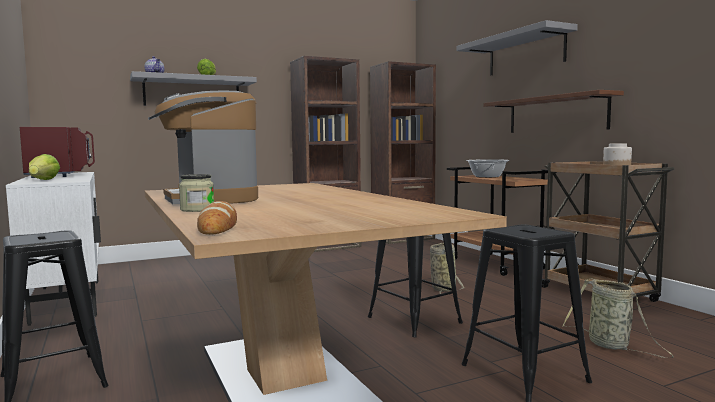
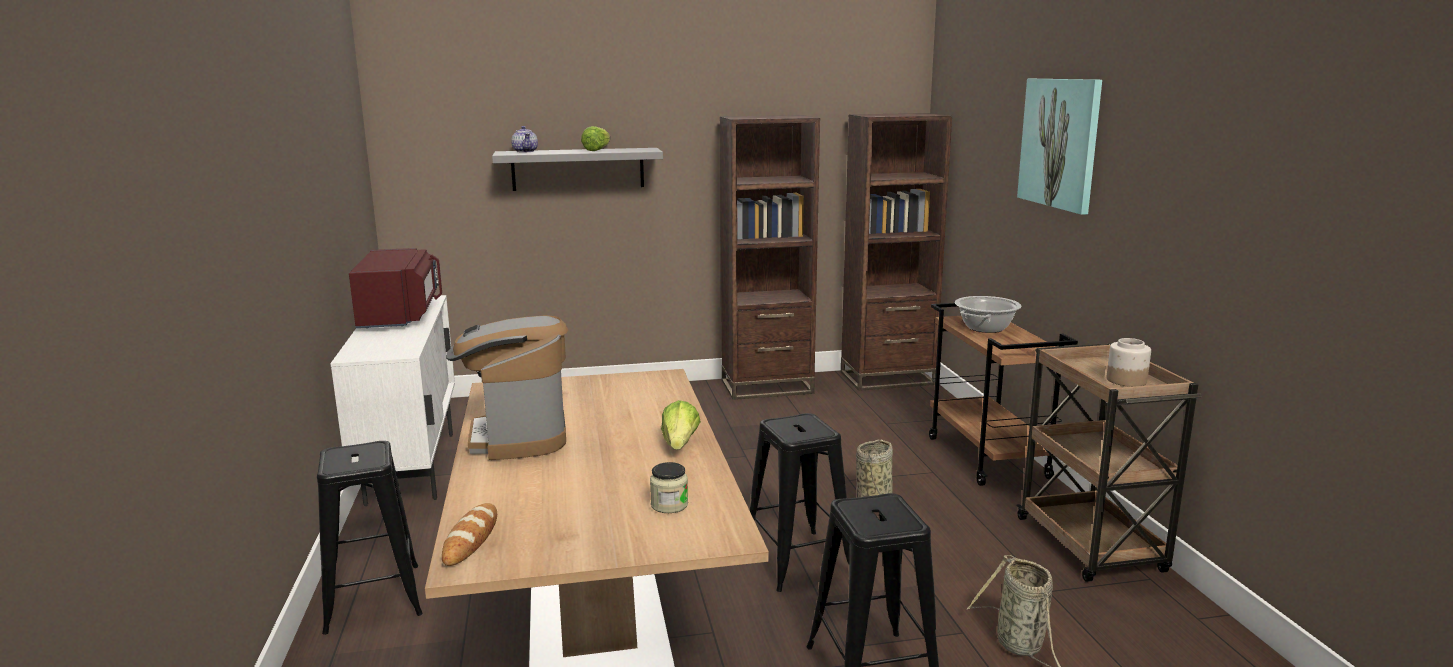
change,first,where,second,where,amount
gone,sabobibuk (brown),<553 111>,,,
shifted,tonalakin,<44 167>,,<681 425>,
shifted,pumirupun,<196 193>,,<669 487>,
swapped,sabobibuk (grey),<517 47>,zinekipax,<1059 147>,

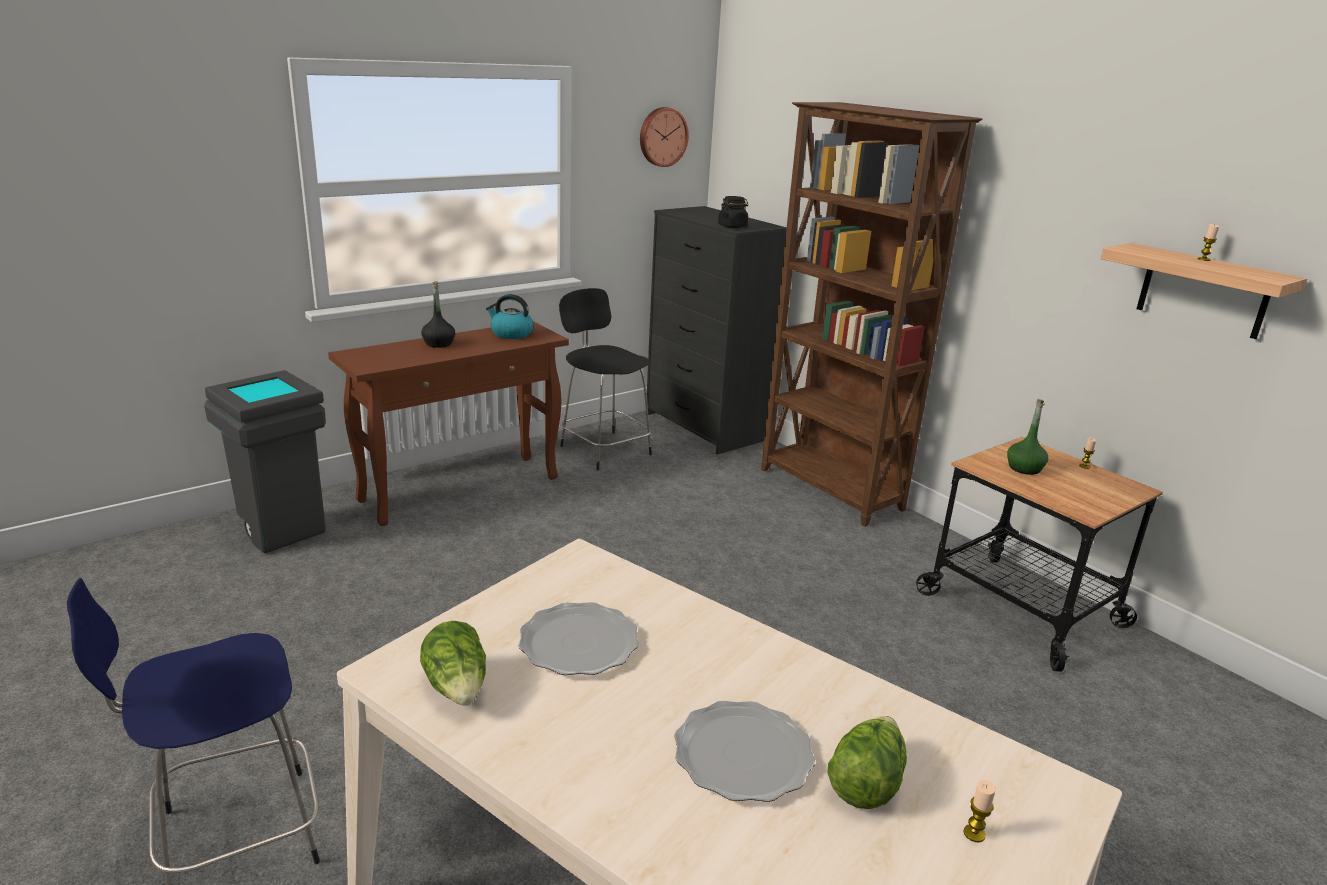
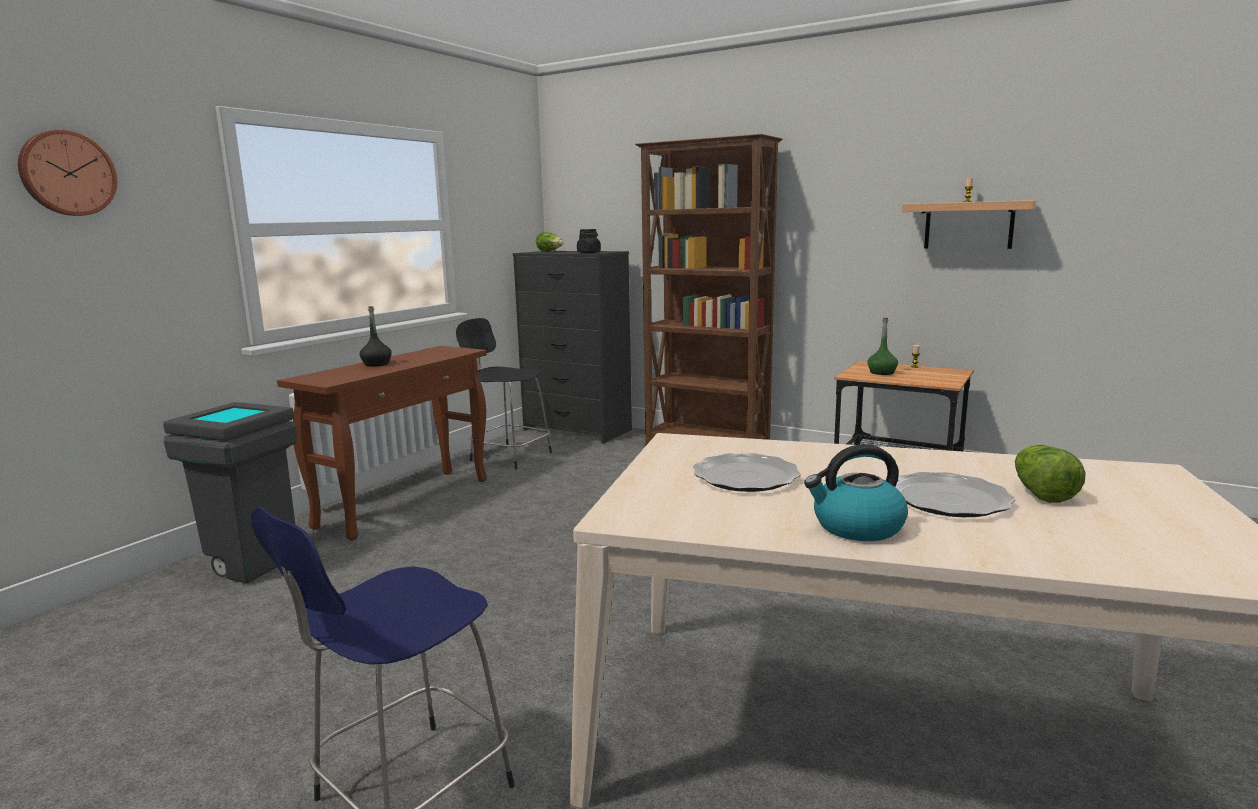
change,first,where,second,where,amount
gone,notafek,<979 811>,,,
shifted,tonalakin,<453 663>,,<549 242>,
shifted,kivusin,<510 316>,,<856 492>,
shifted,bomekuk,<664 137>,,<67 173>,

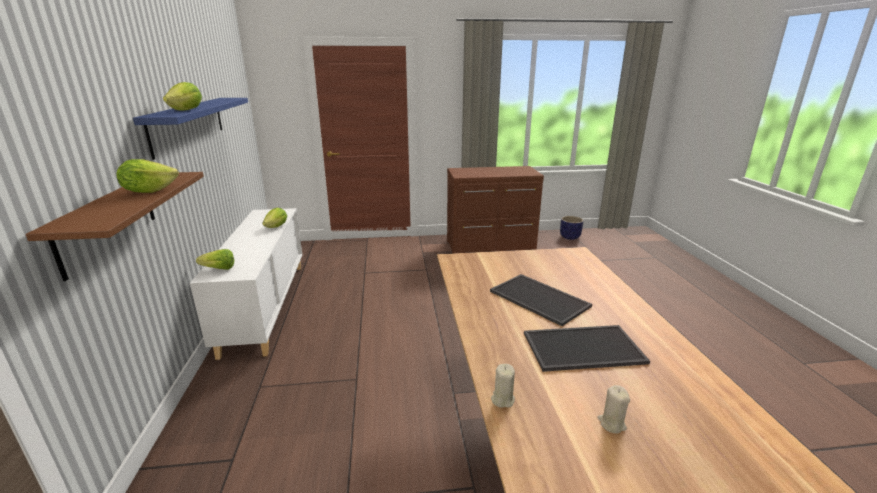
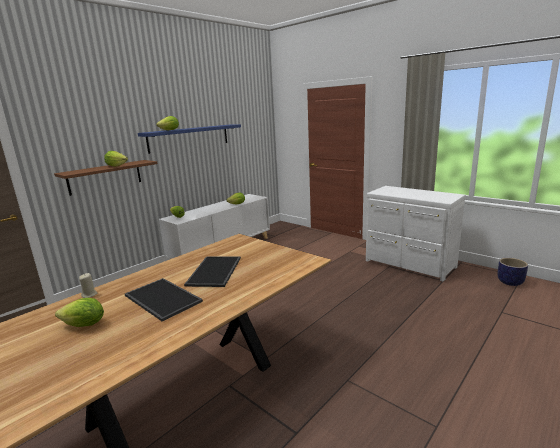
change,first,where,second,where,amount
swapped,notafek (beige),<613 409>,tonalakin,<79 312>,
repainted,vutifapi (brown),<495 209>,vutifapi (white),<416 234>,

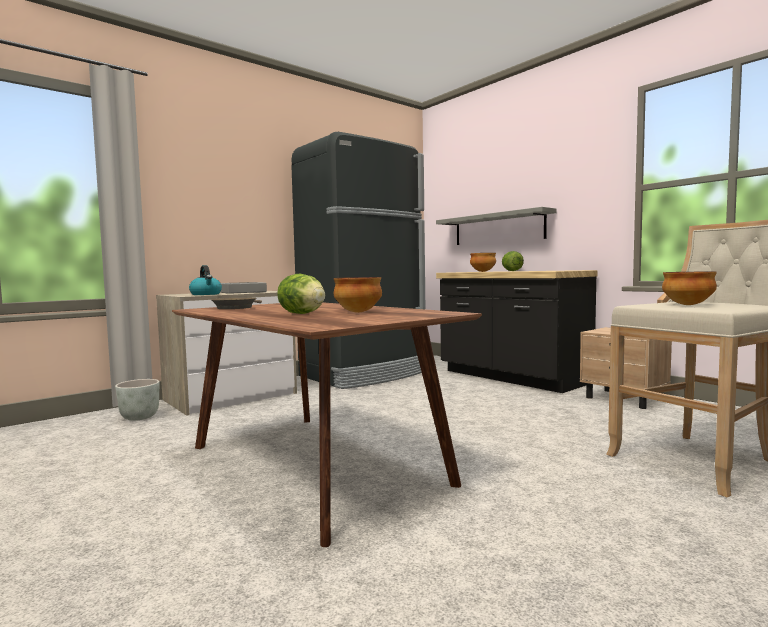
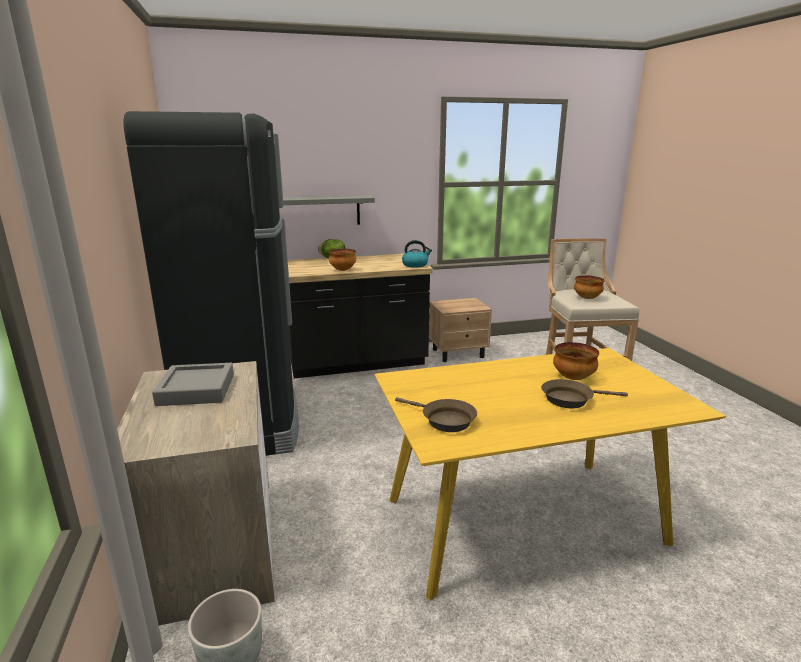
change,first,where,second,where,amount
shifted,kivusin,<205 280>,,<417 254>,
swapped,tonalakin,<301 294>,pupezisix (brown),<584 393>,
repainted,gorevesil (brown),<327 425>,gorevesil (yellow),<550 474>,

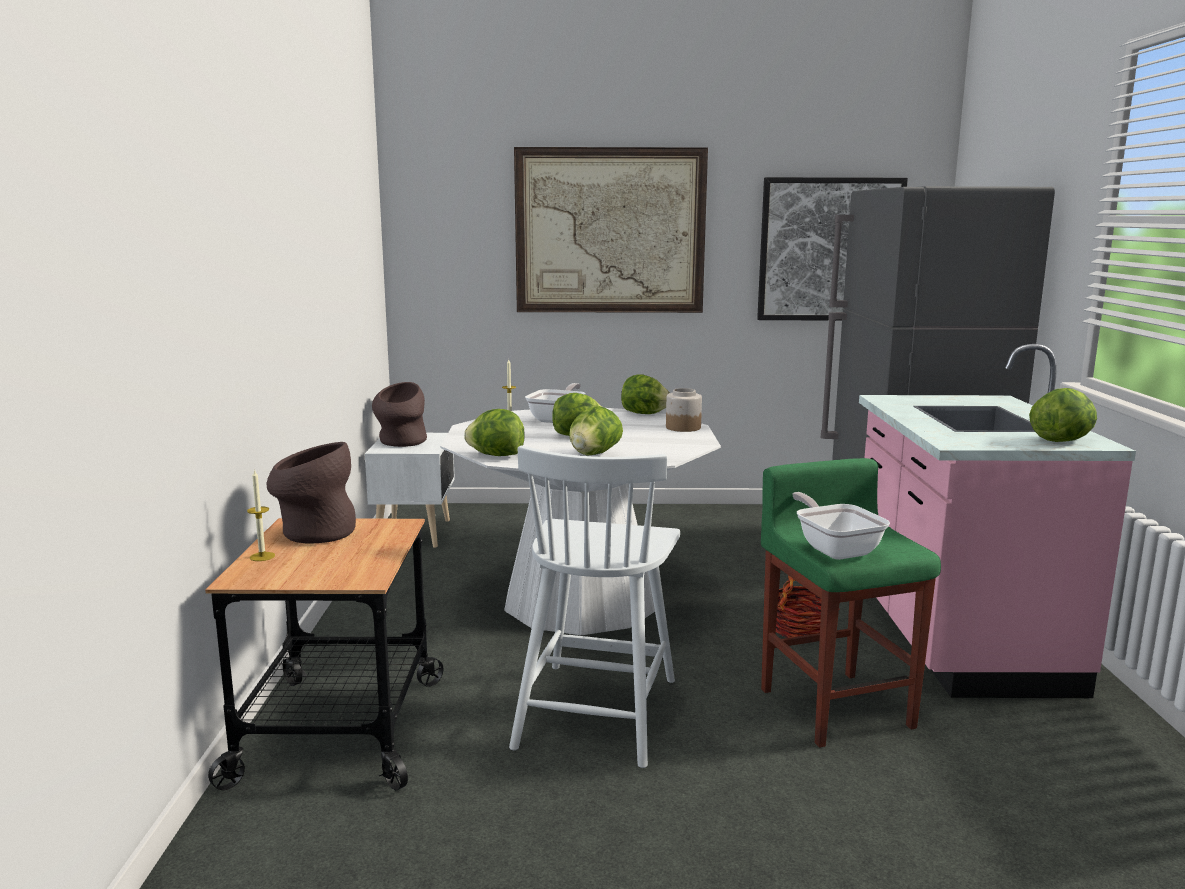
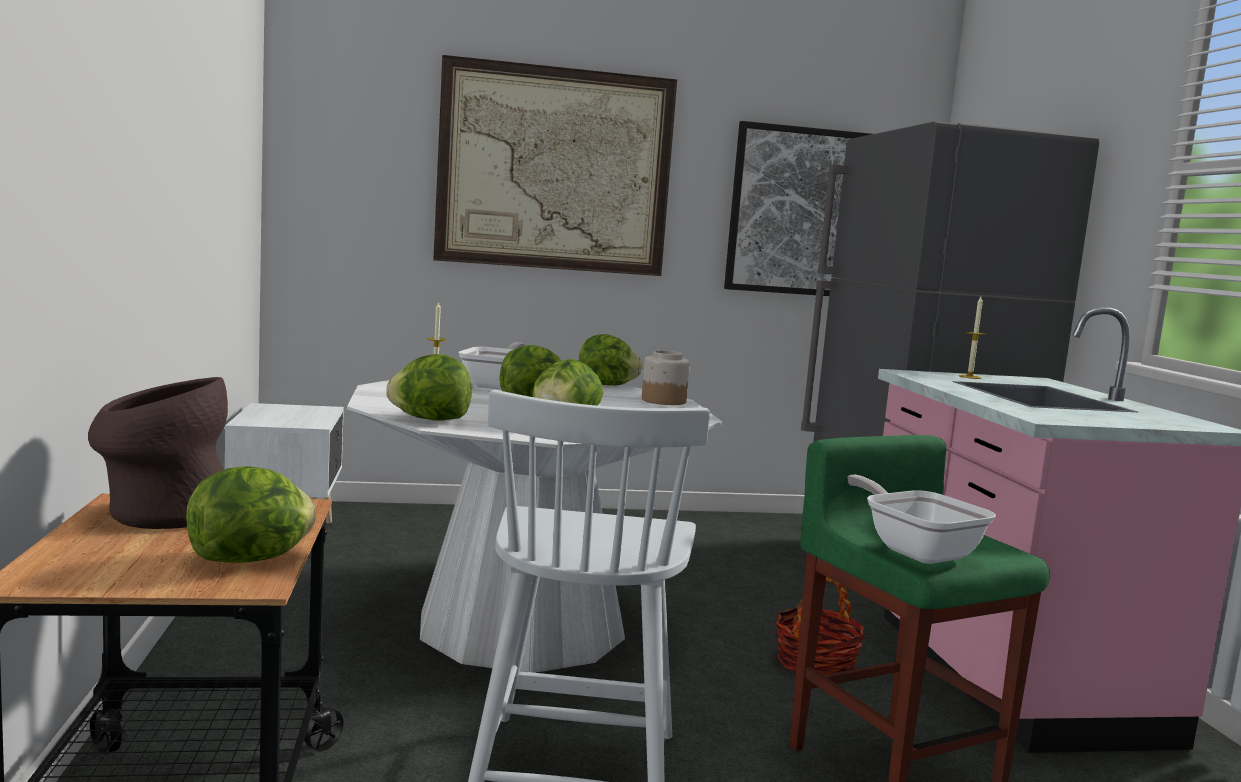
change,first,where,second,where,amount
gone,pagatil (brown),<399 414>,,,
shifted,notafek,<261 515>,,<972 337>,
shifted,tonalakin,<1063 415>,,<251 514>,

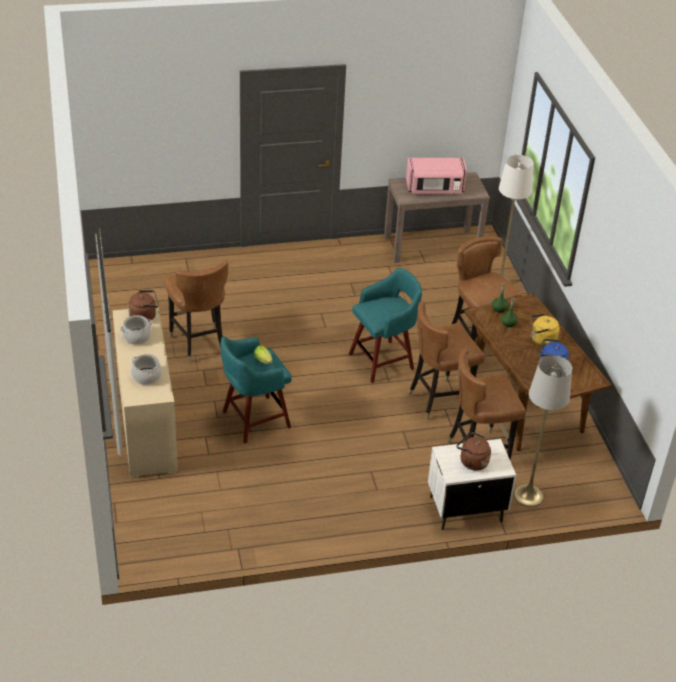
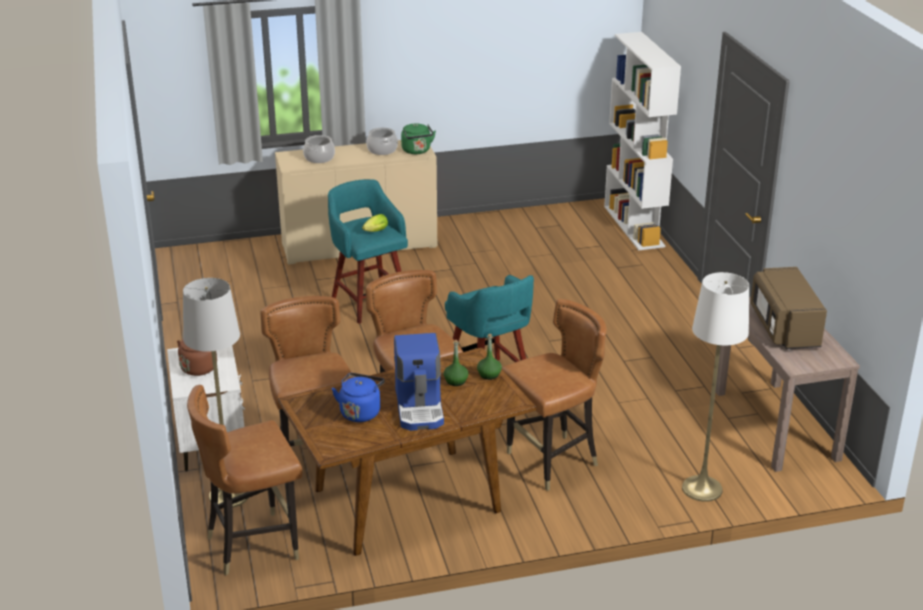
change,first,where,second,where,amount
new,,,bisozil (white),<642 141>,
shifted,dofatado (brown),<196 311>,,<245 480>,
swapped,kivusin (yellow),<545 329>,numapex,<419 382>,
repainted,kivusin (brown),<143 306>,kivusin (green),<418 139>,
repainted,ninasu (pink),<436 176>,ninasu (brown),<788 308>,

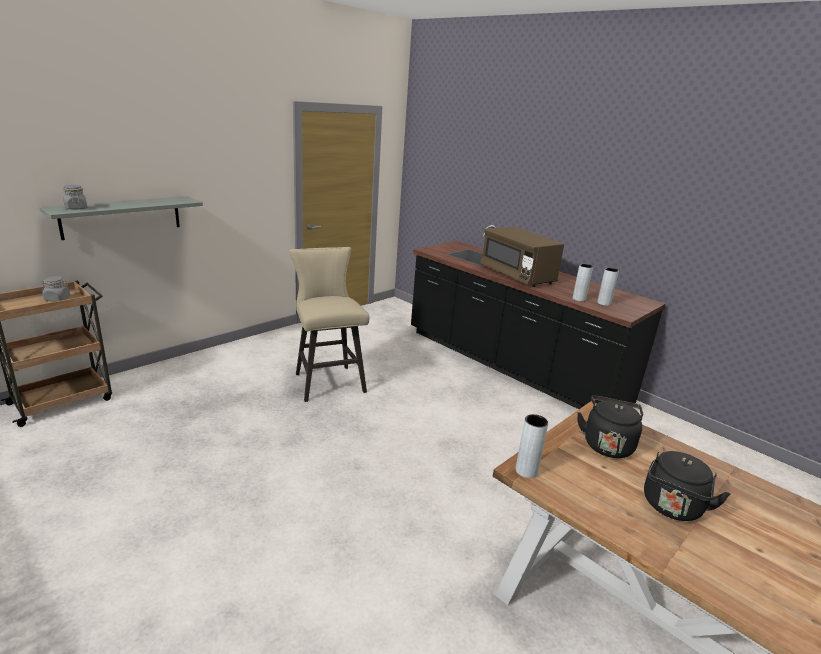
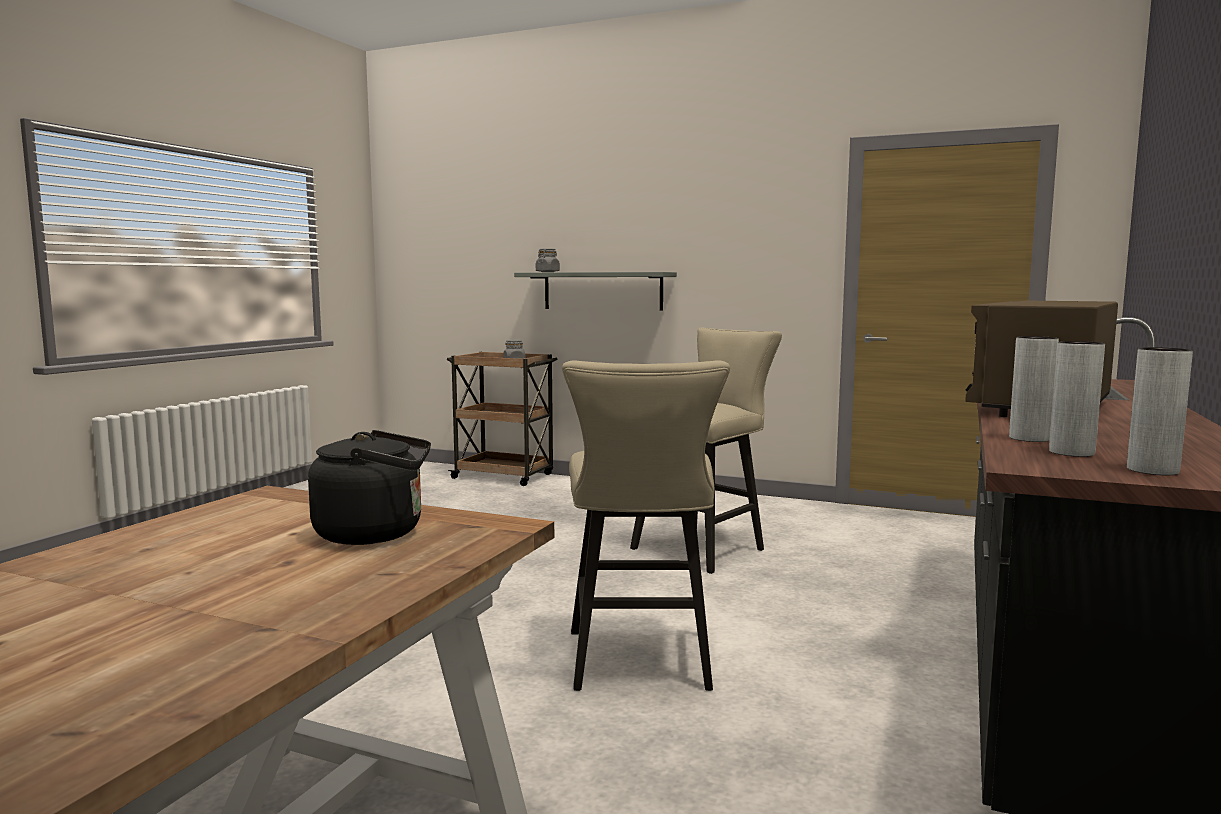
change,first,where,second,where,amount
gone,kivusin (black),<687 486>,,,
new,,,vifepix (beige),<646 525>,
shifted,pagatil (grey),<532 446>,,<1160 411>,

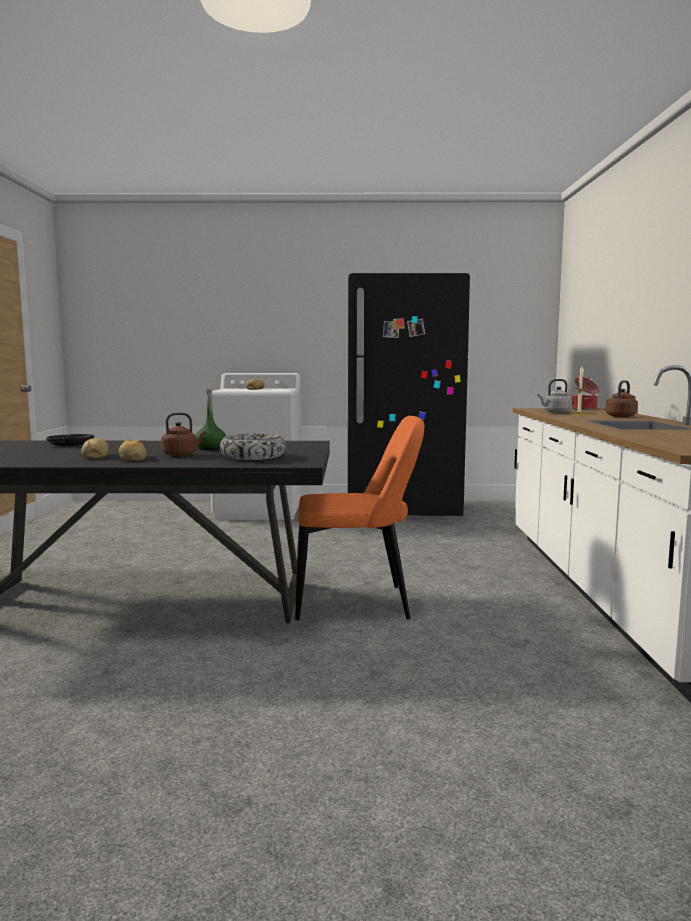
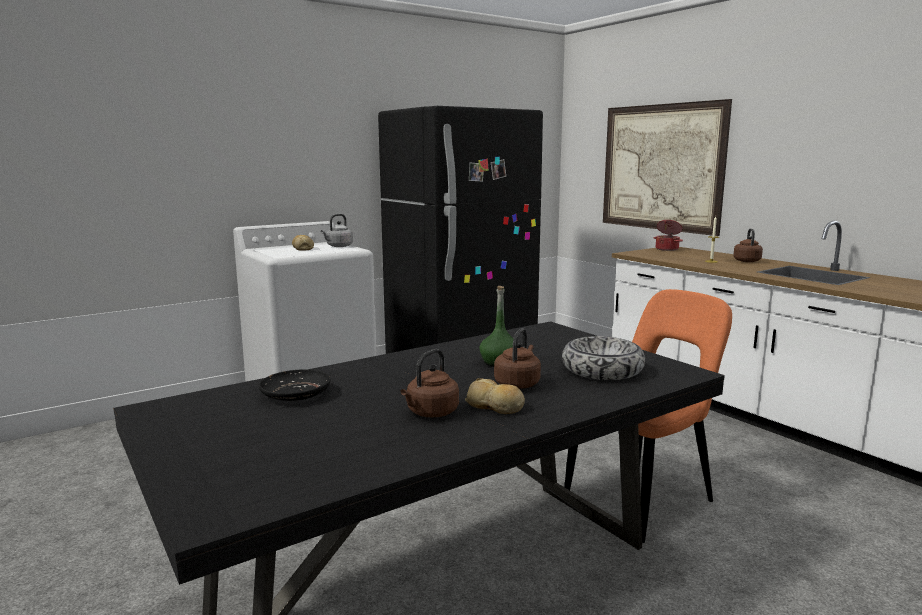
change,first,where,second,where,amount
new,,,zinekipax,<667 167>,
shifted,kivusin (grey),<554 396>,,<337 230>,
swapped,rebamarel,<95 448>,kivusin (brown),<429 383>,

